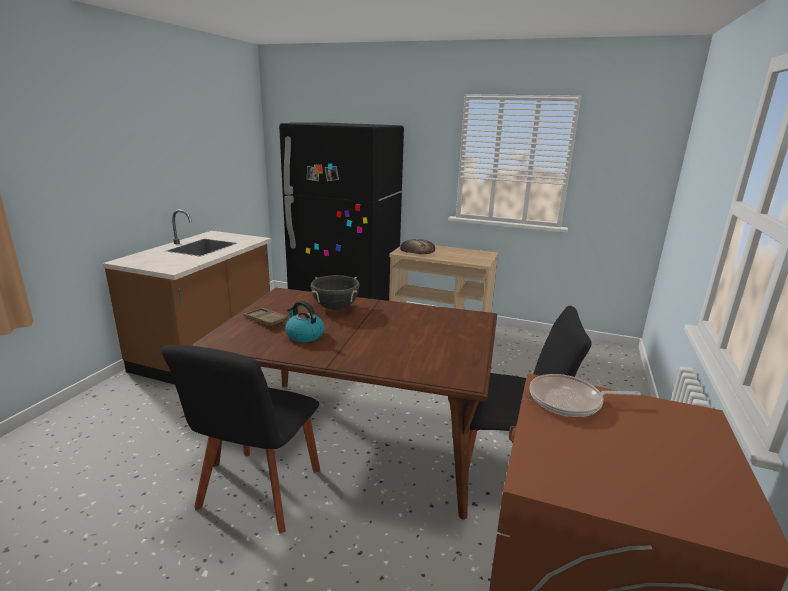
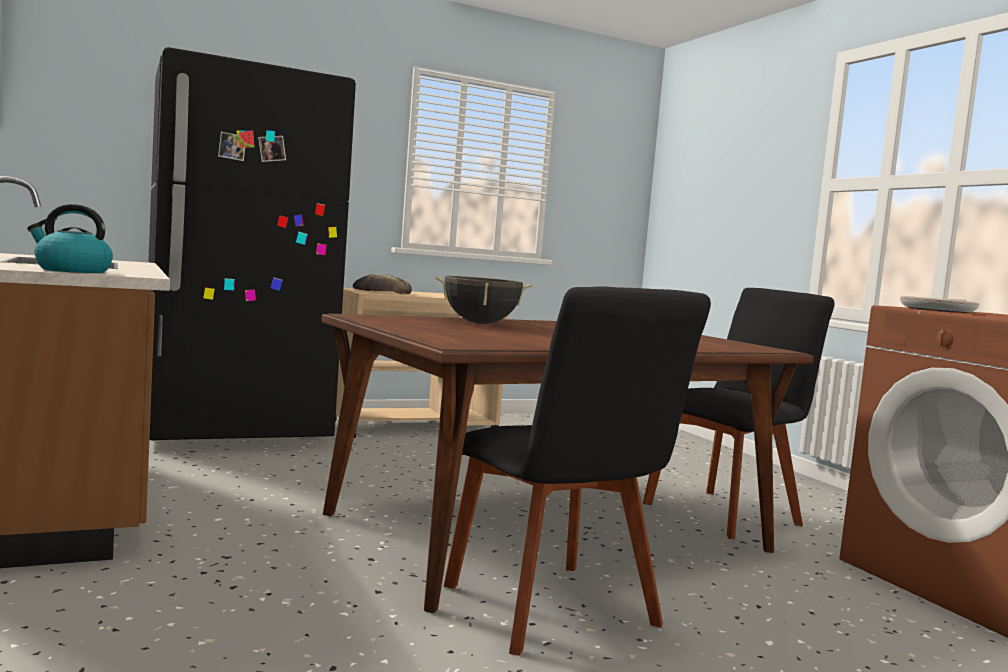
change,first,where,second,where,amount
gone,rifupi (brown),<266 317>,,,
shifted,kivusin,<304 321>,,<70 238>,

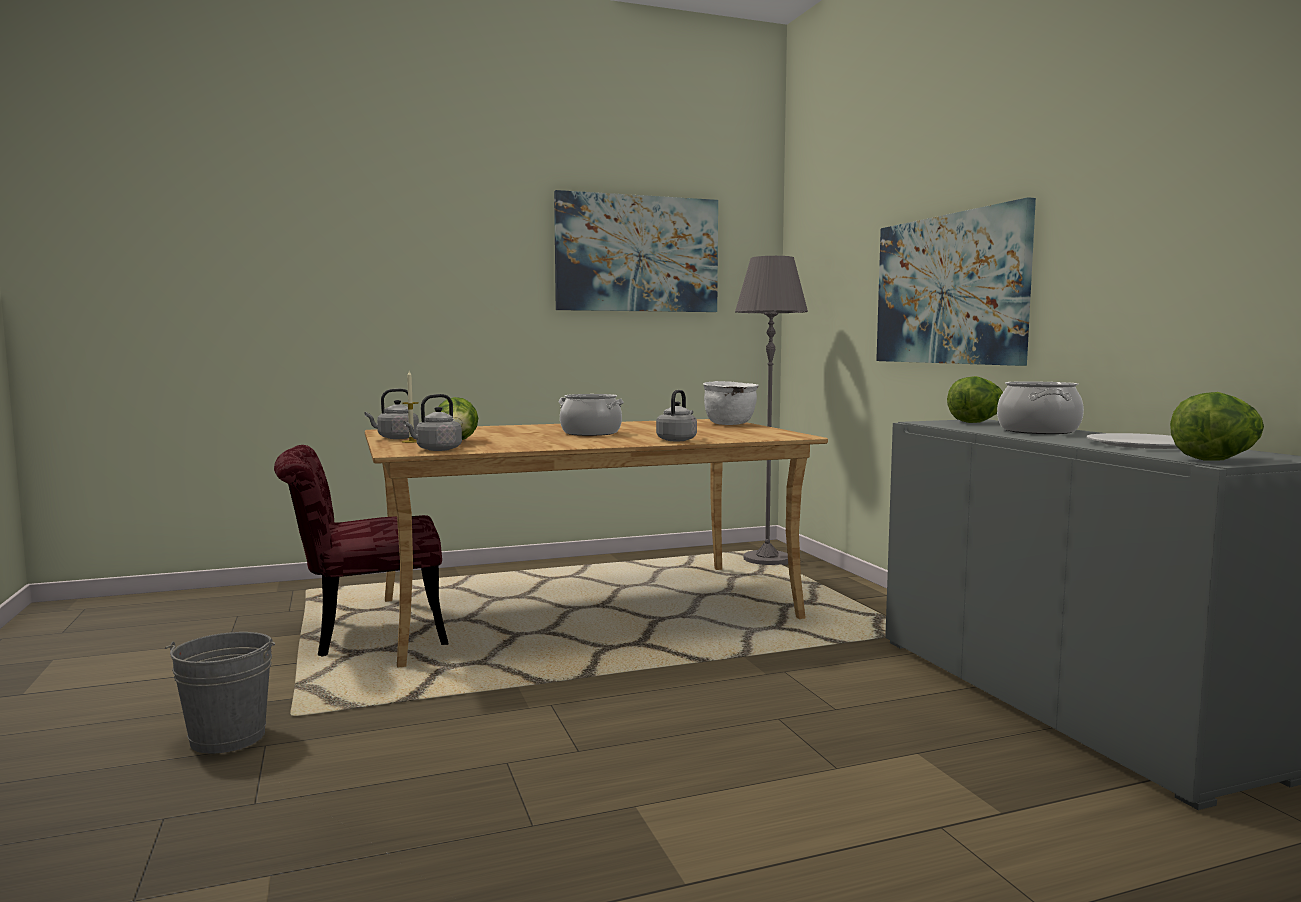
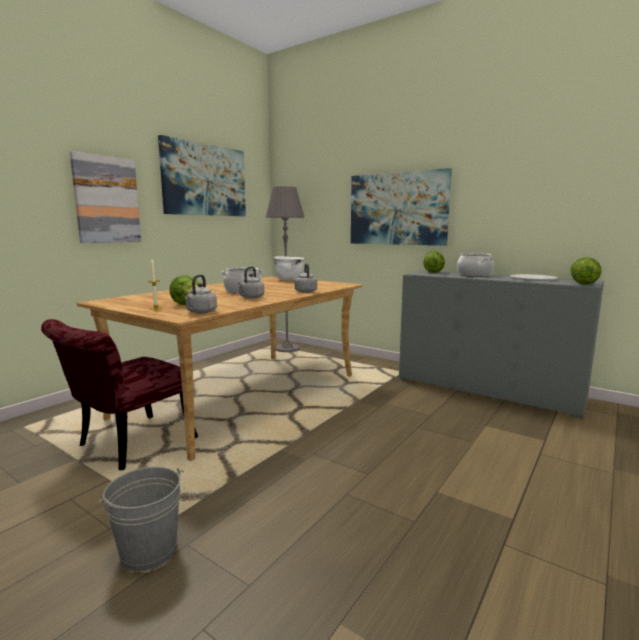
change,first,where,second,where,amount
new,,,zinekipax,<105 197>,
shifted,kivusin (grey),<392 413>,,<251 282>,

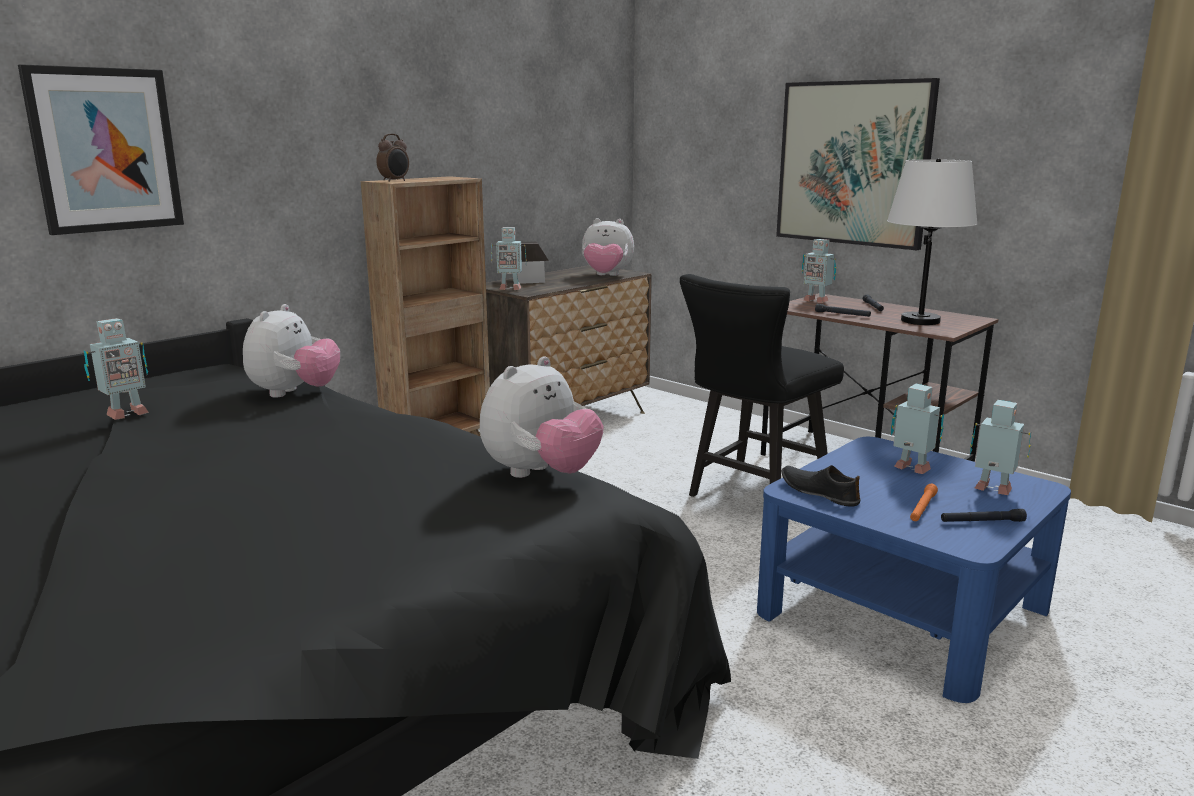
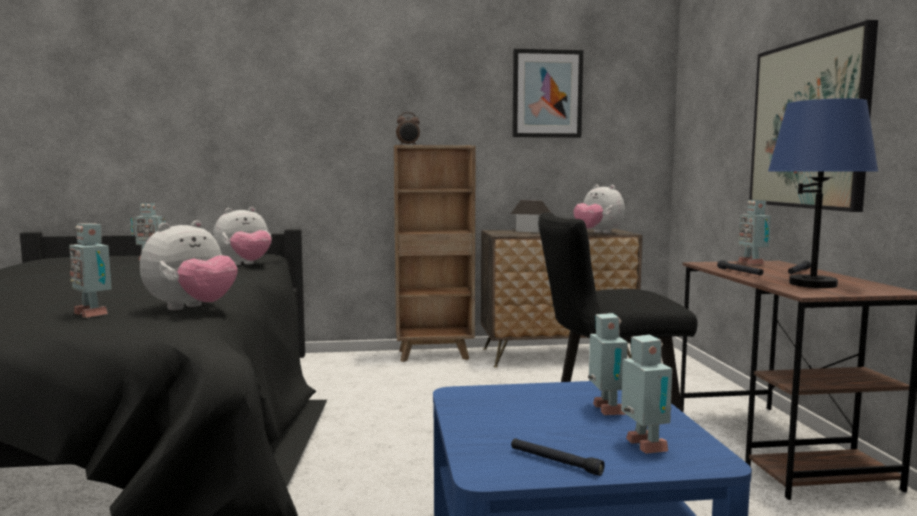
change,first,where,second,where,amount
gone,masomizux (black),<821 485>,,,
gone,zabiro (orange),<924 502>,,,
shifted,zinekipax,<101 149>,,<547 93>,
shifted,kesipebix,<509 258>,,<90 271>,
repainted,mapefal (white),<932 241>,mapefal (blue),<823 193>,
rotated,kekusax,<542 417>,,<189 265>,45 degrees counterclockwise

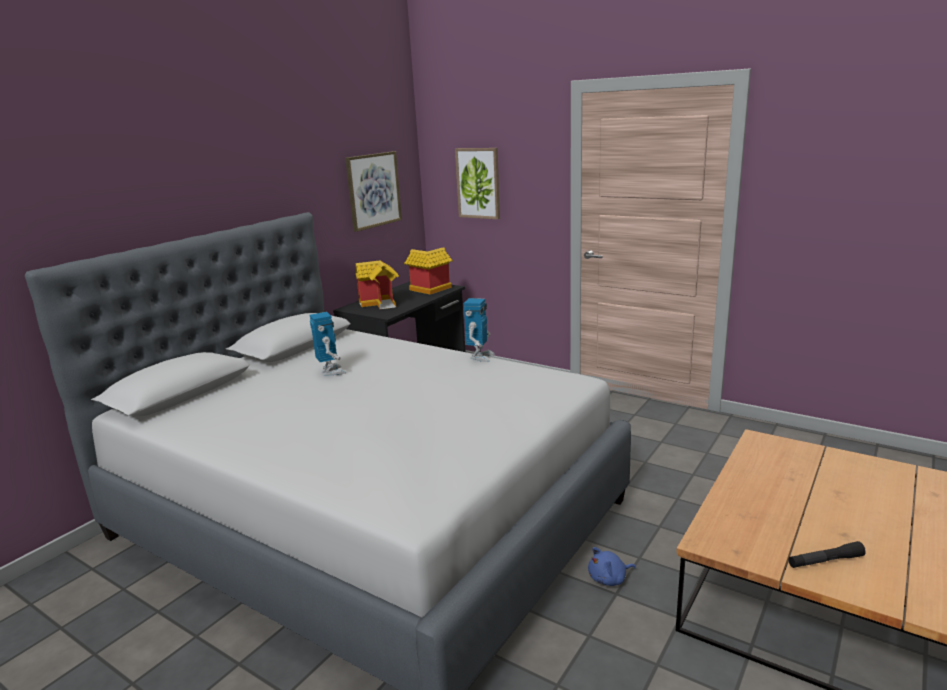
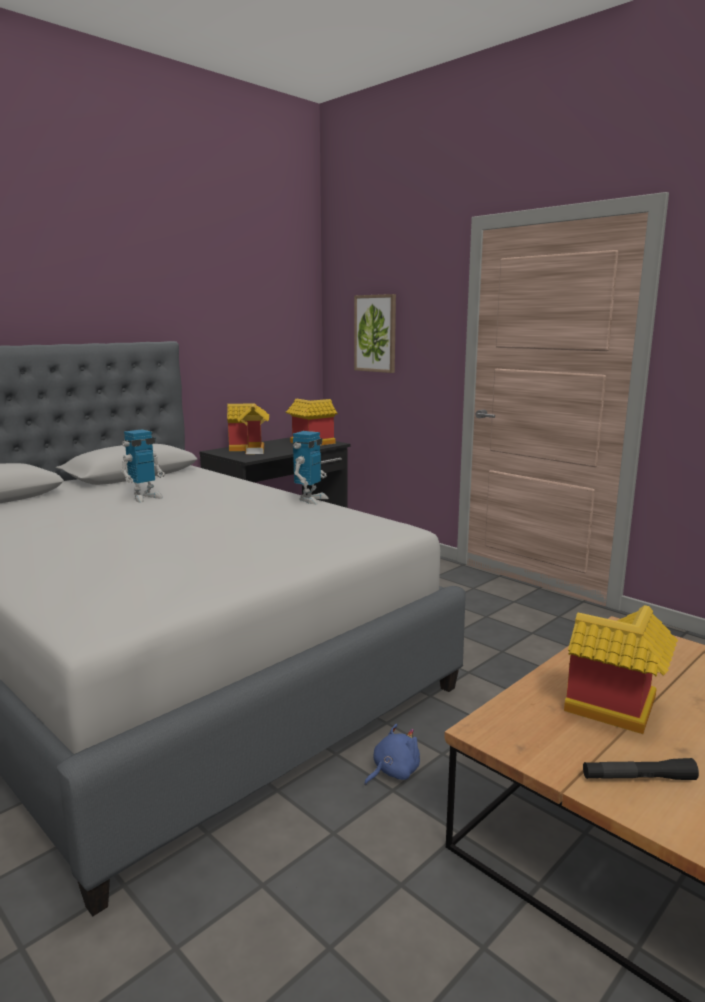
change,first,where,second,where,amount
gone,zinekipax,<373 191>,,,
new,,,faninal,<621 669>,
rotated,kesipebix,<327 344>,,<143 466>,60 degrees clockwise
rotated,kekusax (blue),<612 566>,,<392 754>,150 degrees clockwise

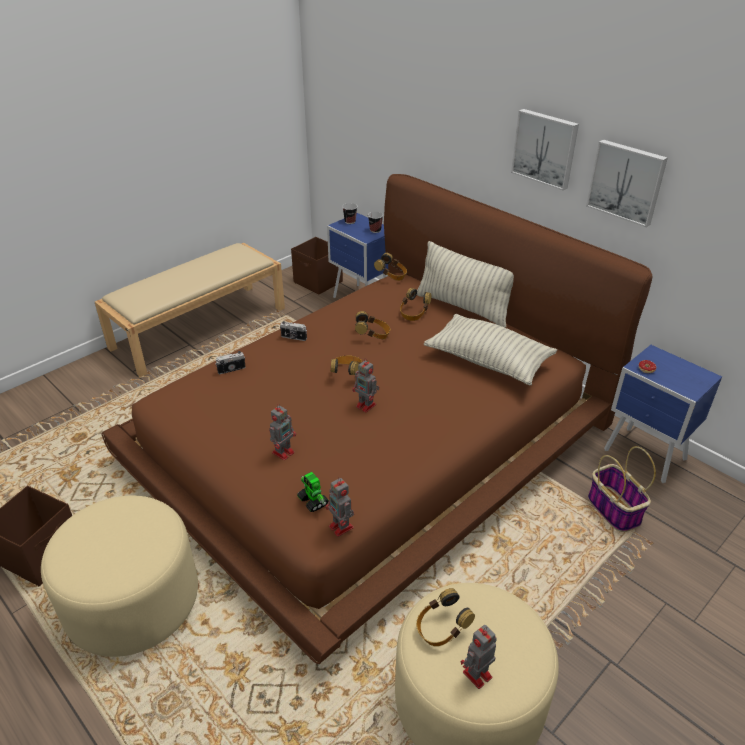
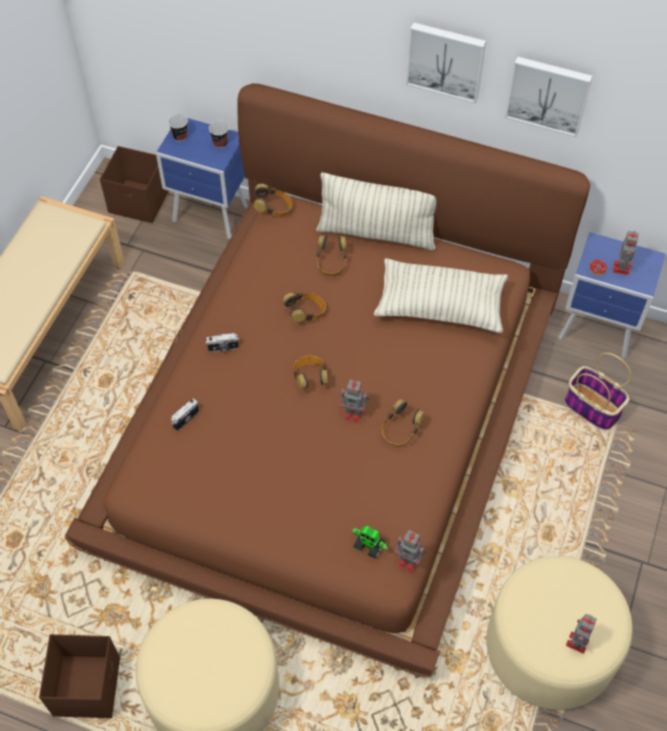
change,first,where,second,where,amount
shifted,kesipebix,<282 432>,,<626 252>,
shifted,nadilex,<445 617>,,<403 422>,

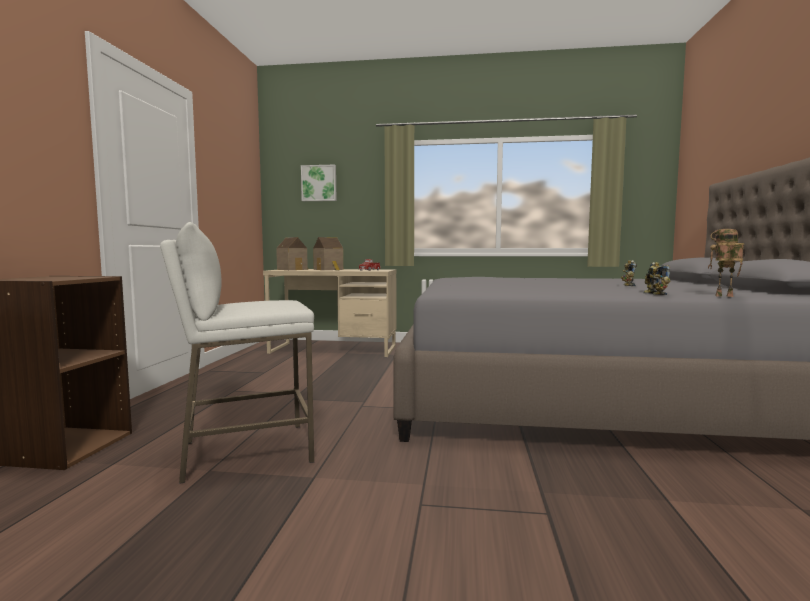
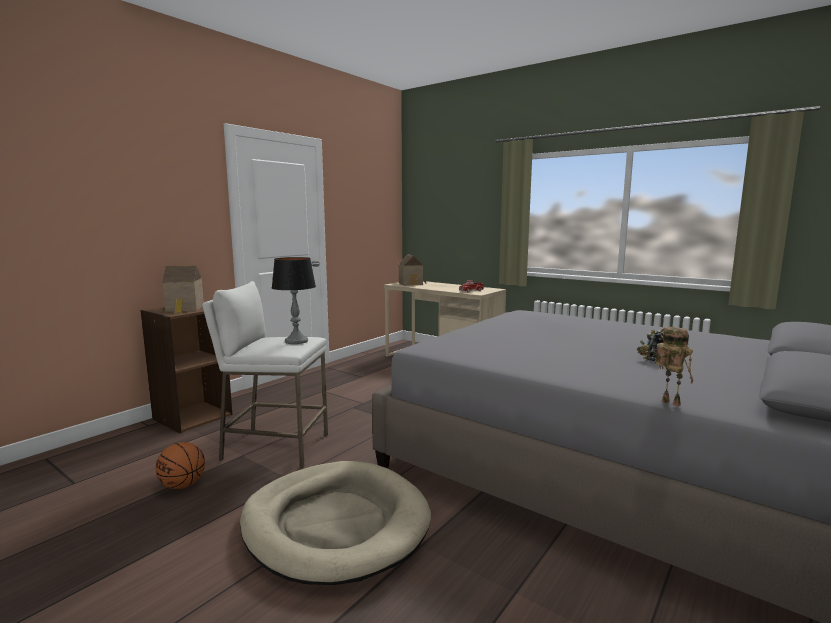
change,first,where,second,where,amount
gone,zinekipax,<319 182>,,,
gone,kesipebix,<656 278>,,,
new,,,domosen,<180 465>,
new,,,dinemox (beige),<335 523>,
new,,,mapefal,<294 300>,
shifted,faninal,<328 254>,,<183 289>,

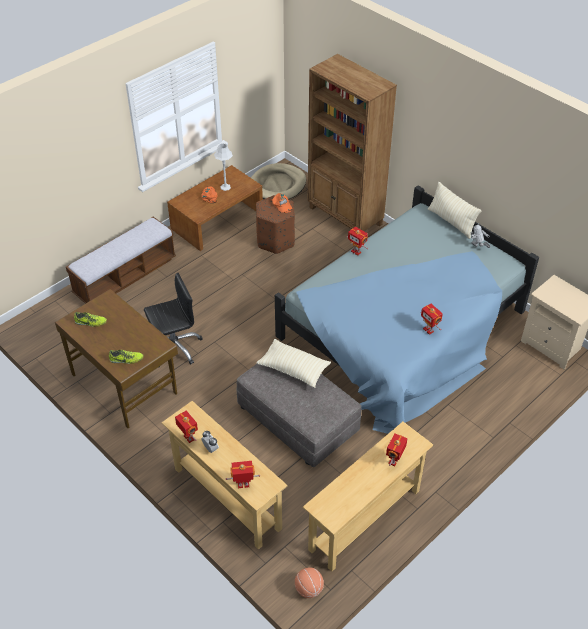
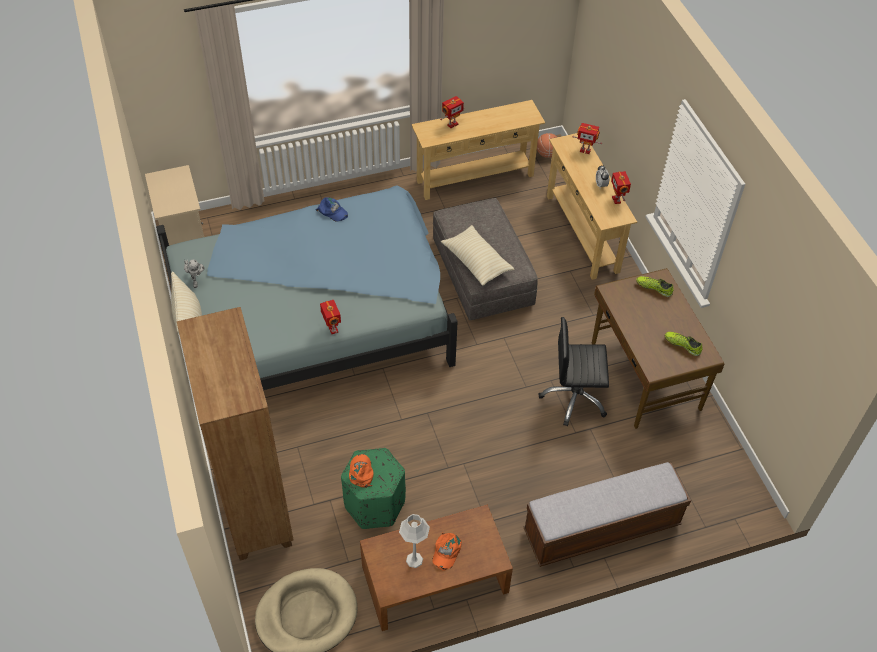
change,first,where,second,where,amount
swapped,kesipebix,<432 319>,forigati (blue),<332 209>,
repainted,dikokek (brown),<275 224>,dikokek (green),<373 488>,

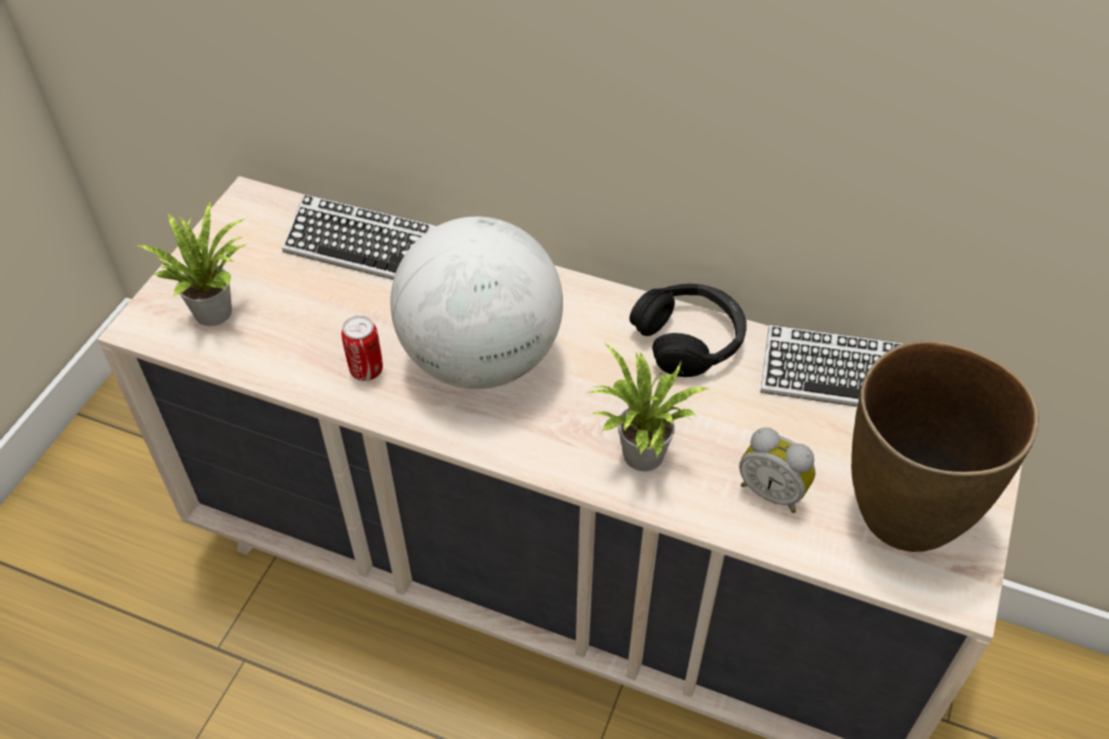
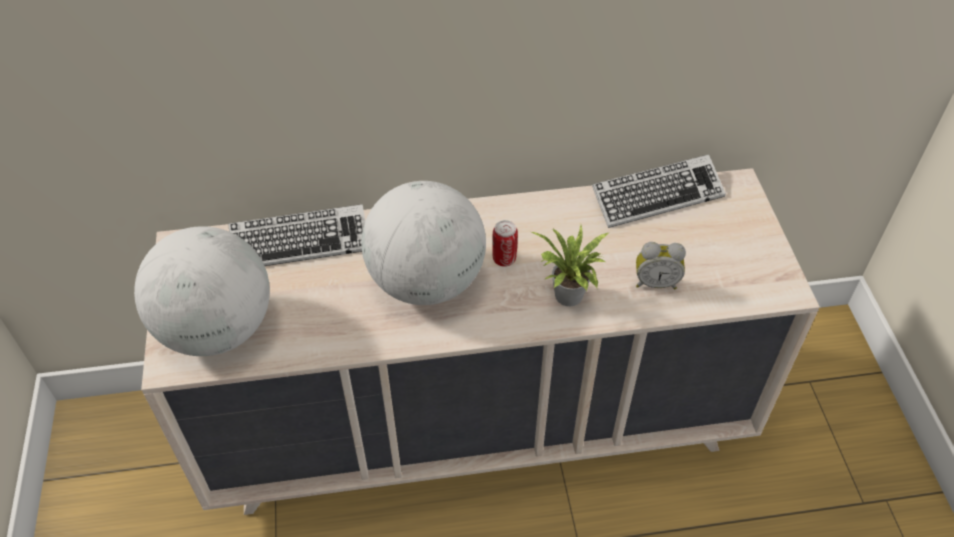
change,first,where,second,where,amount
gone,nadilex (black),<688 330>,,,
gone,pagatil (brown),<945 446>,,,
shifted,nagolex,<362 348>,,<505 243>,
swapped,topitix,<192 264>,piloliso,<202 291>,

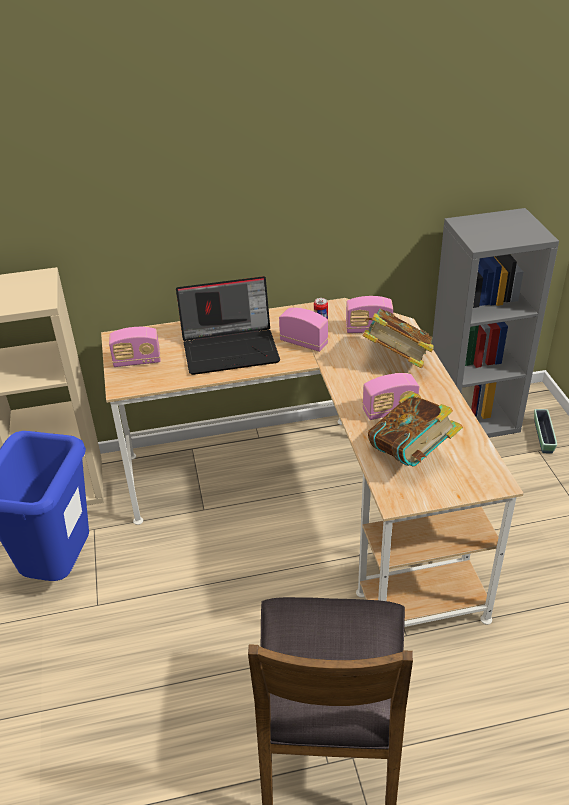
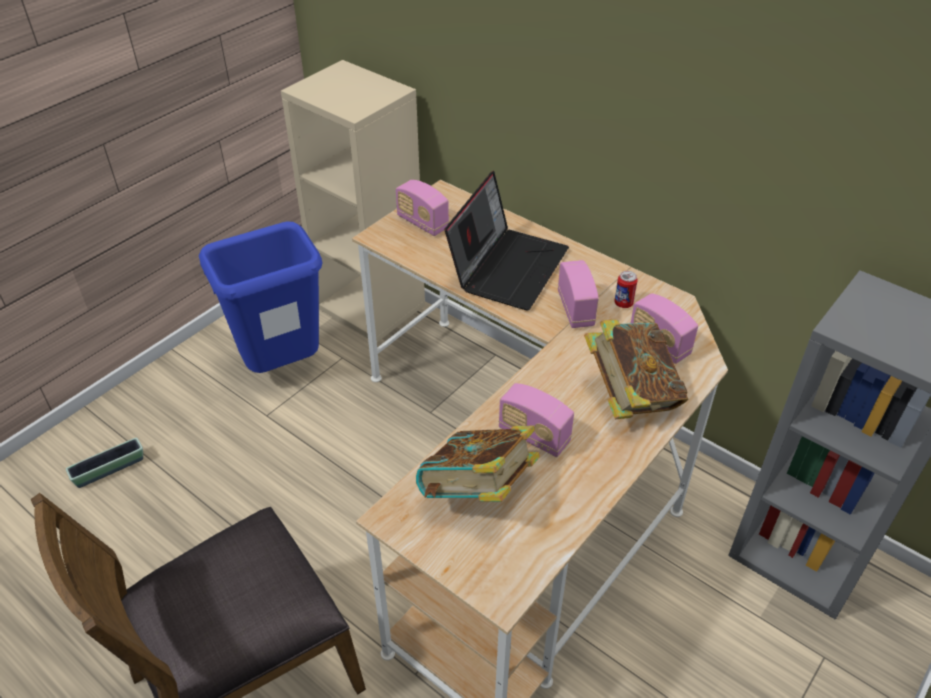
change,first,where,second,where,amount
shifted,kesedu,<545 431>,,<104 463>,
rotated,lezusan,<228 325>,,<507 240>,105 degrees counterclockwise

